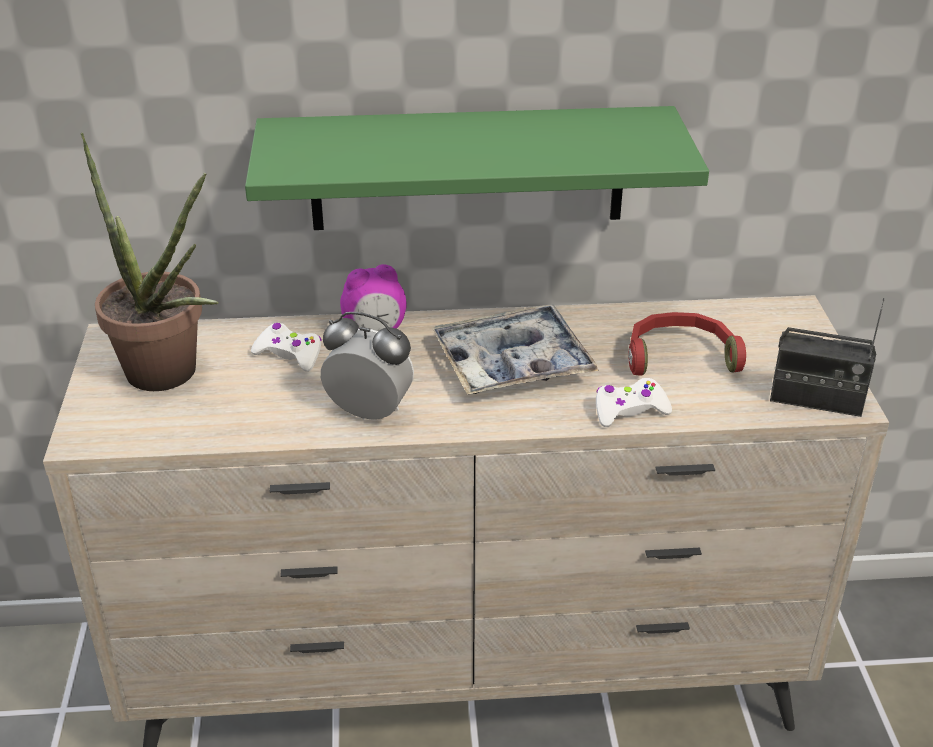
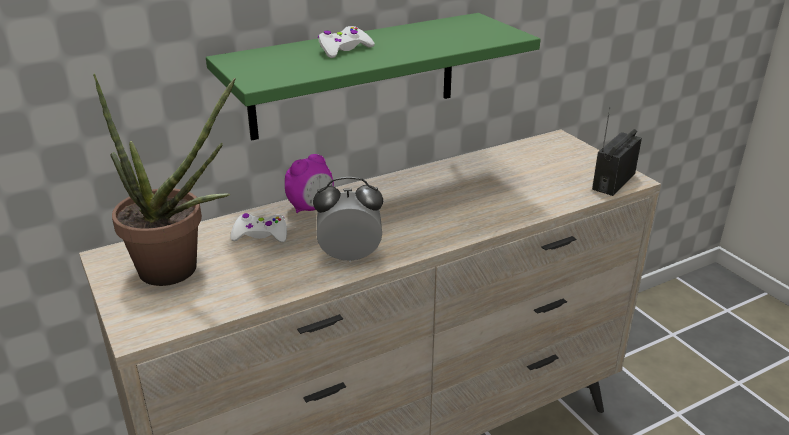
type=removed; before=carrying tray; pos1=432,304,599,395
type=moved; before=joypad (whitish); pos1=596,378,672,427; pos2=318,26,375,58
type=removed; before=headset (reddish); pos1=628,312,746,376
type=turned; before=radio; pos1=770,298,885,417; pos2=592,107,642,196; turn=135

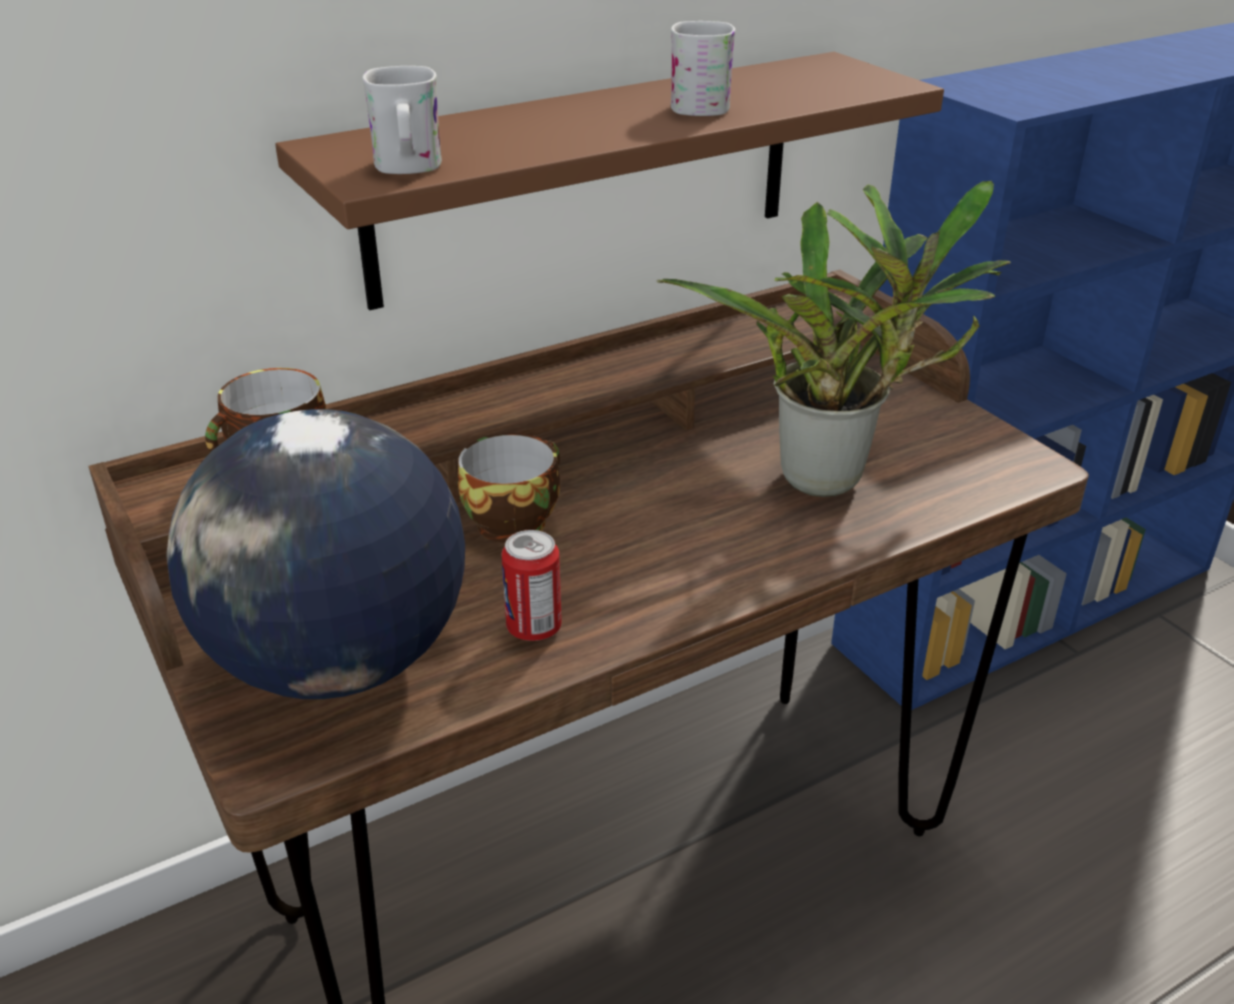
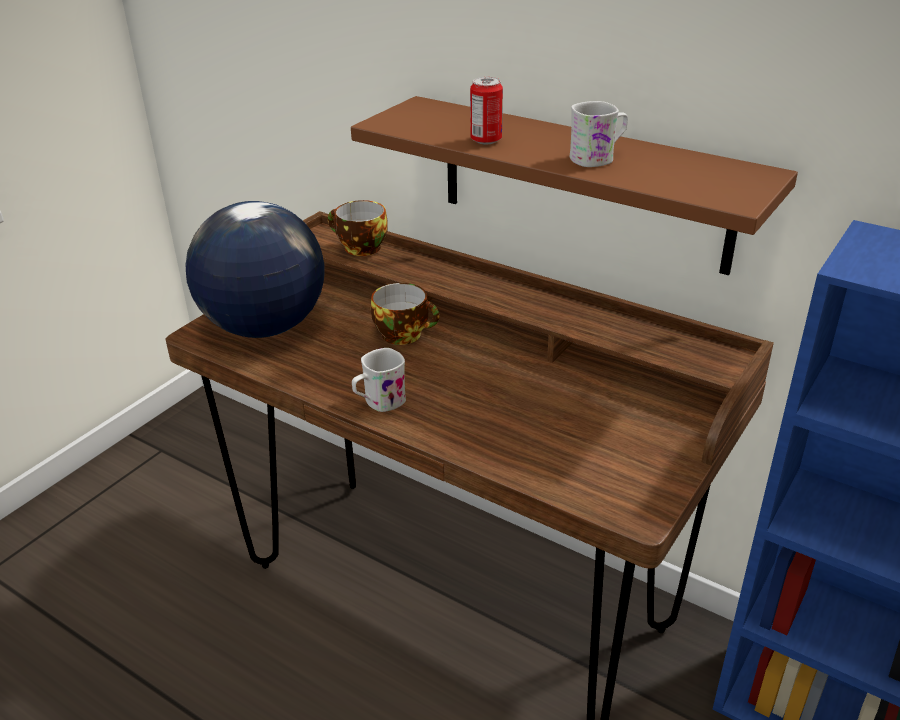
type=moved; before=mug (whitish); pos1=362,66,442,174; pos2=352,348,406,412
type=moved; before=can; pos1=502,530,562,641; pos2=470,77,503,144
type=removed; before=houseplant; pos1=657,181,1010,497

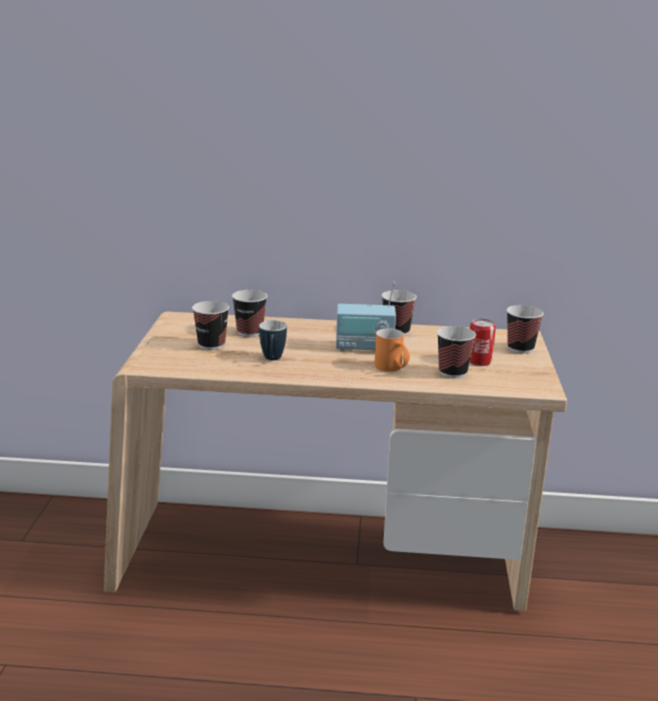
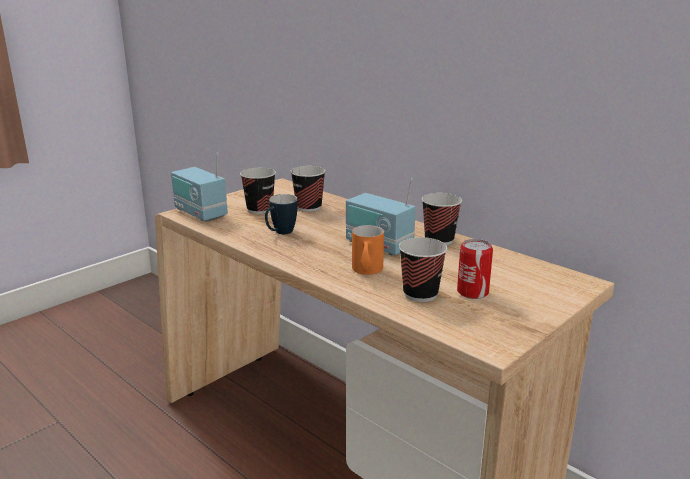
type=removed; before=small cup; pos1=507,305,544,354
type=added; after=radio; pos2=171,153,228,222

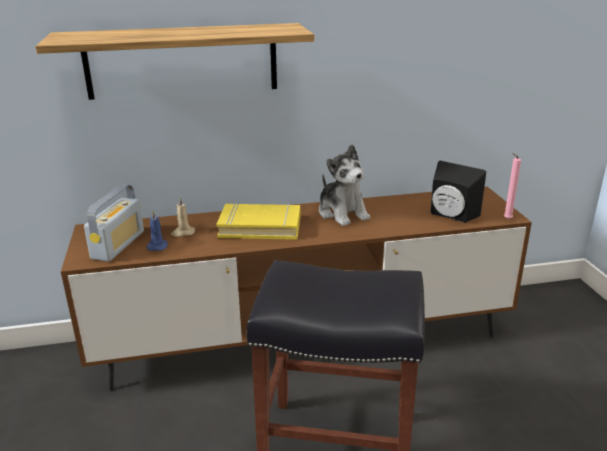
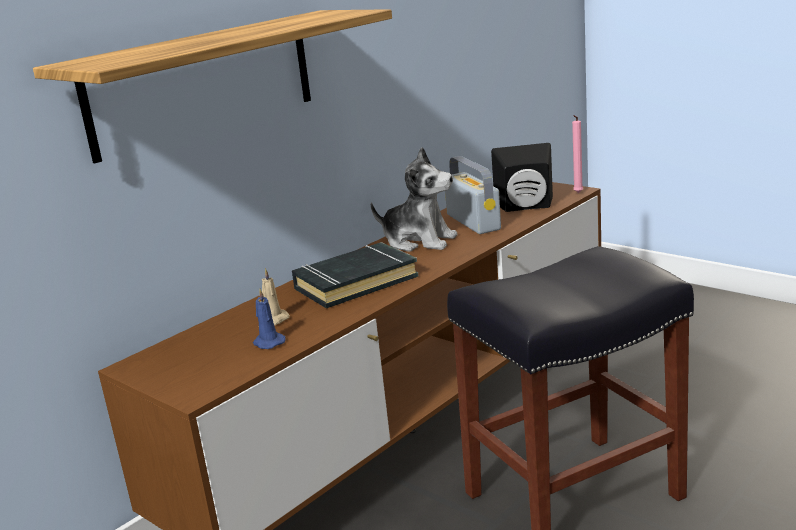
type=moved; before=radio; pos1=84,184,144,262; pos2=445,156,501,234
type=recoloured; before=book (yellowish); after=book (black); pos1=216,203,300,240; pos2=292,242,419,308

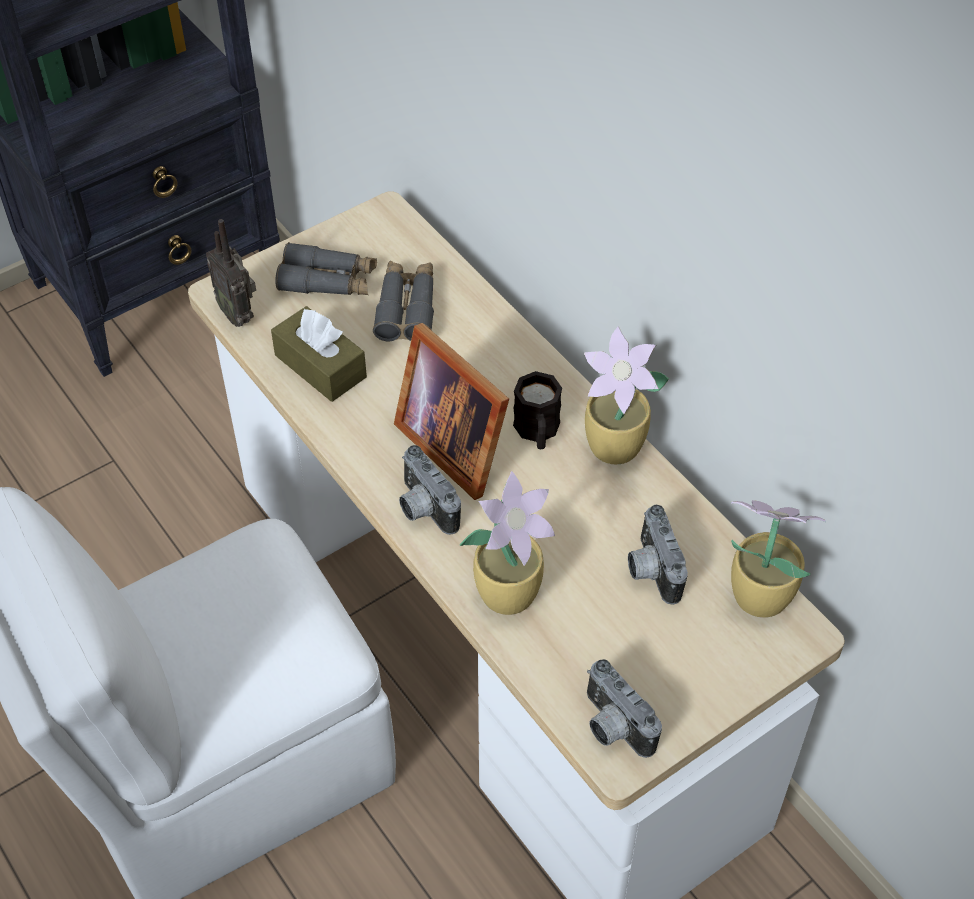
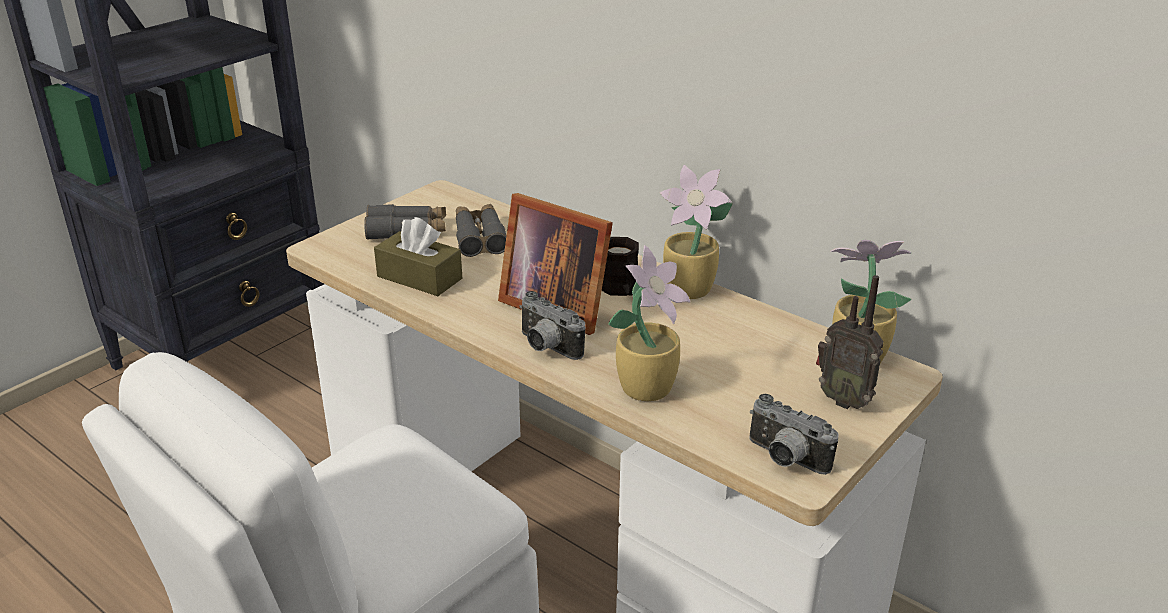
type=moved; before=radio; pos1=206,219,256,327; pos2=816,275,884,409
type=removed; before=photo camera; pos1=628,505,688,605

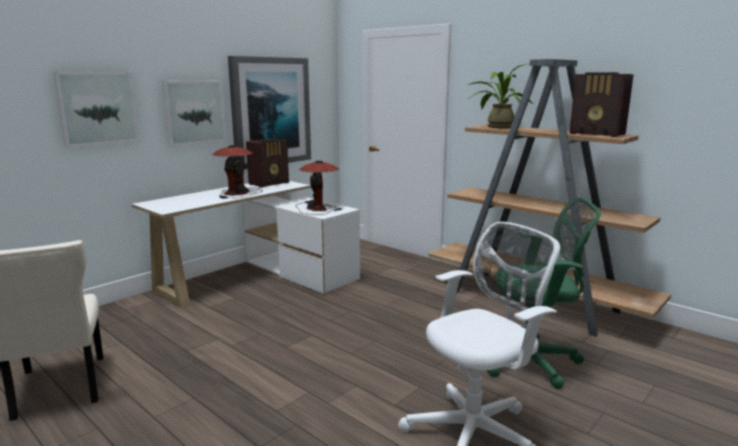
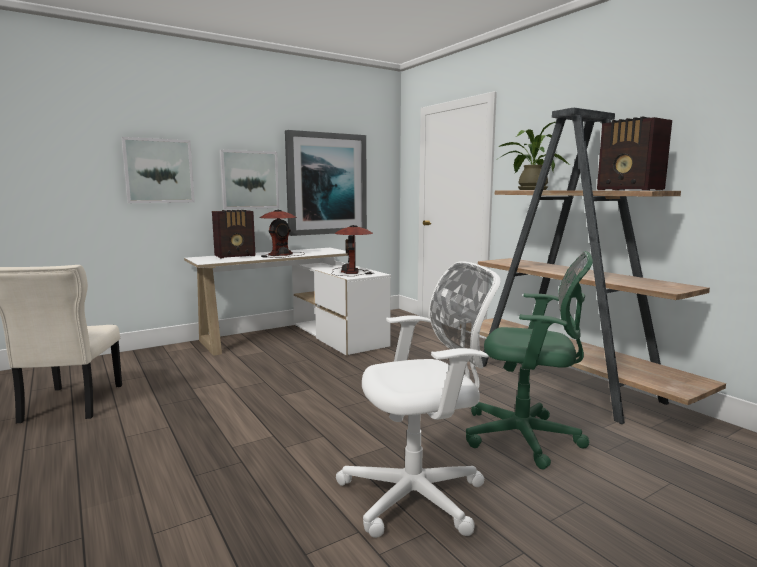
type=moved; before=radio; pos1=246,139,289,188; pos2=212,210,255,258

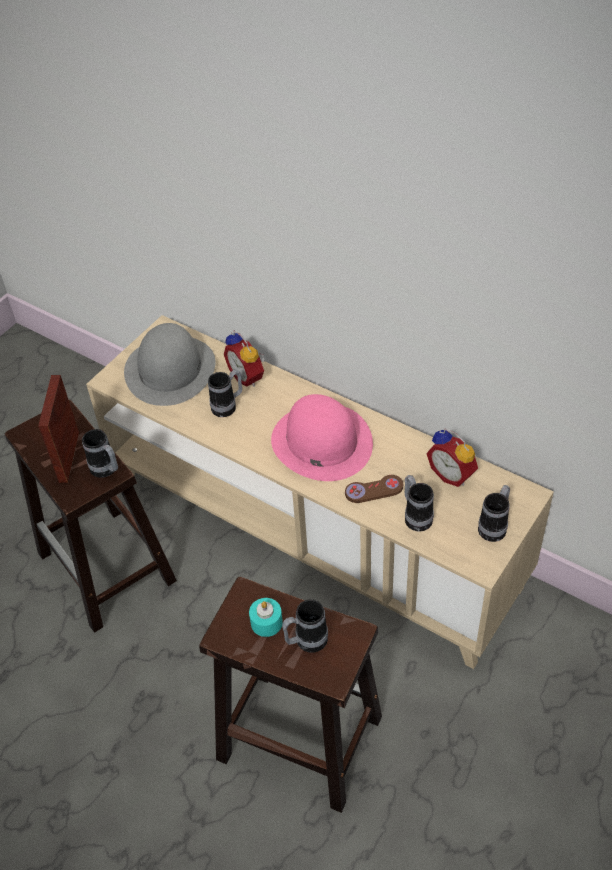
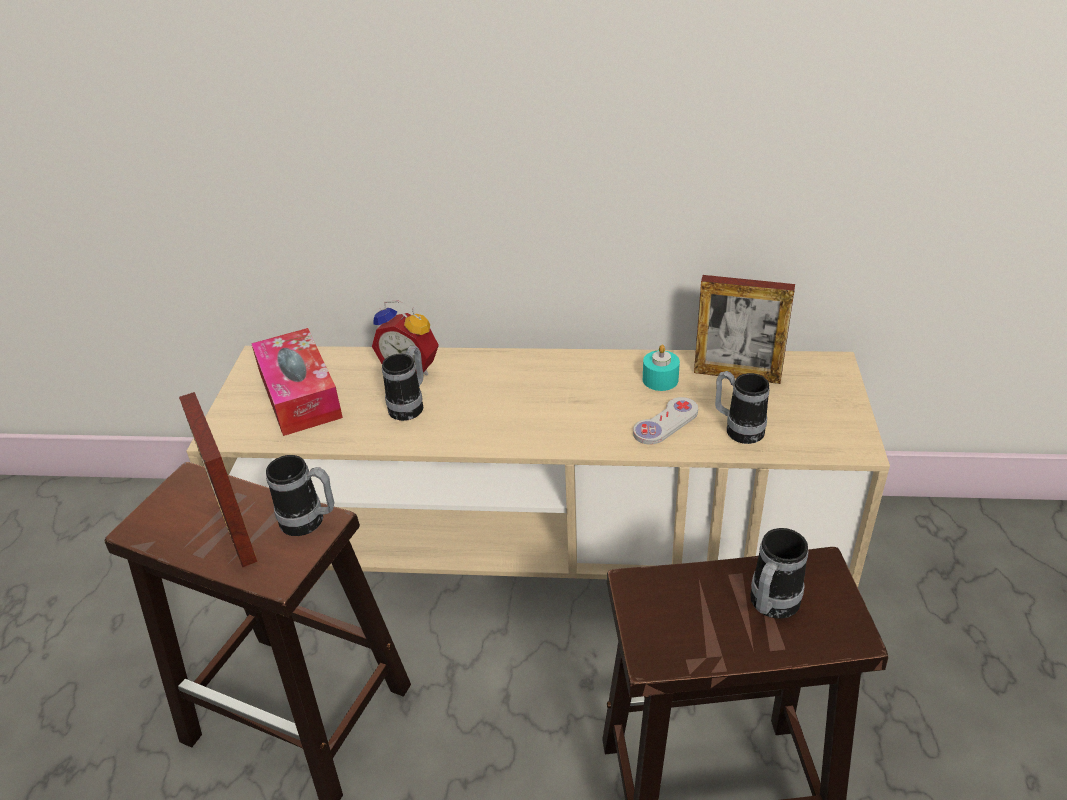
type=replaced; before=hat (greyish); after=box of tissues; pos1=124,323,215,406; pos2=251,328,343,436
type=moved; before=wax light (turquoise); pos1=249,598,283,637; pos2=643,345,680,391
type=removed; before=hat (pinkish); pos1=271,394,373,481
type=recoloured; before=joypad (brown-coloured); after=joypad (whitish); pos1=345,475,403,503; pos2=633,397,698,445
type=replaced; before=alarm clock; after=photo frame; pos1=426,428,478,487; pos2=694,275,795,384
type=removed; before=mug; pos1=478,485,510,542

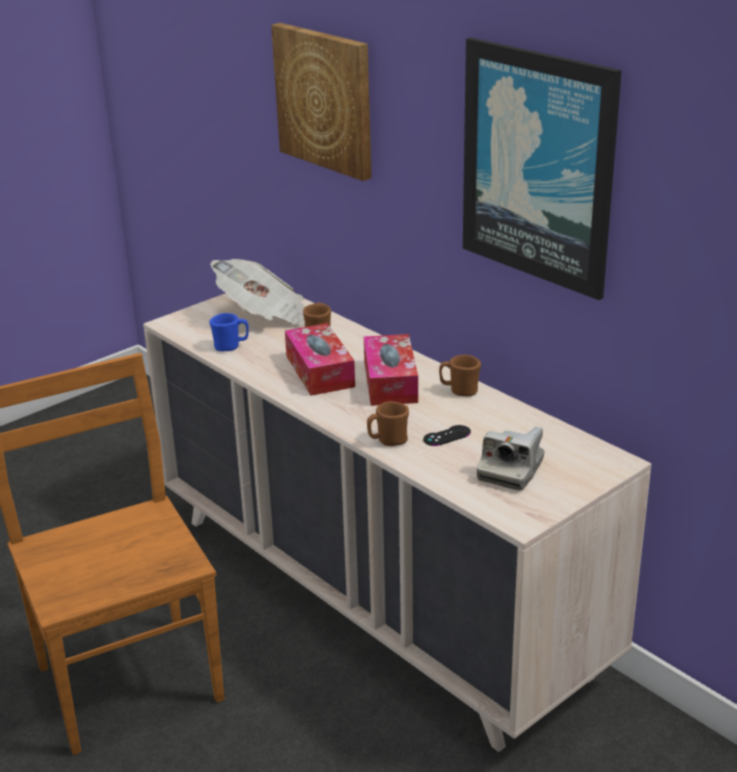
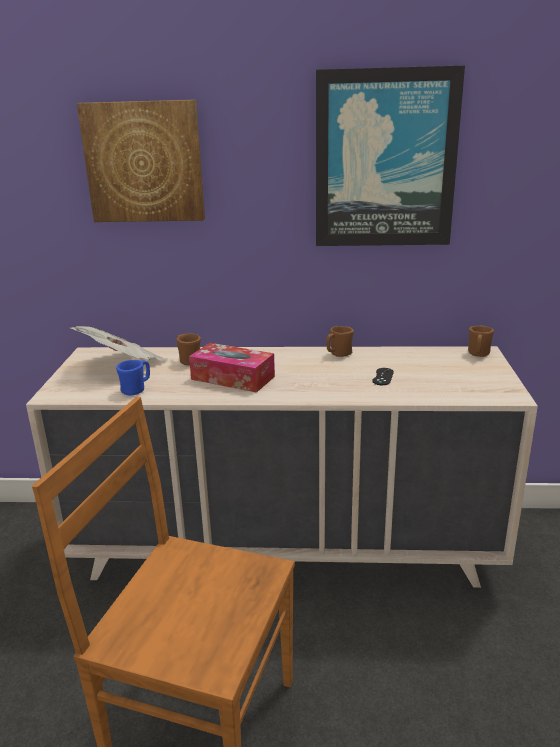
type=removed; before=box of tissues; pos1=364,334,418,406
type=moved; before=mug (brown-coloured); pos1=367,401,409,446; pos2=468,326,494,357
type=removed; before=photo camera; pos1=477,426,545,490

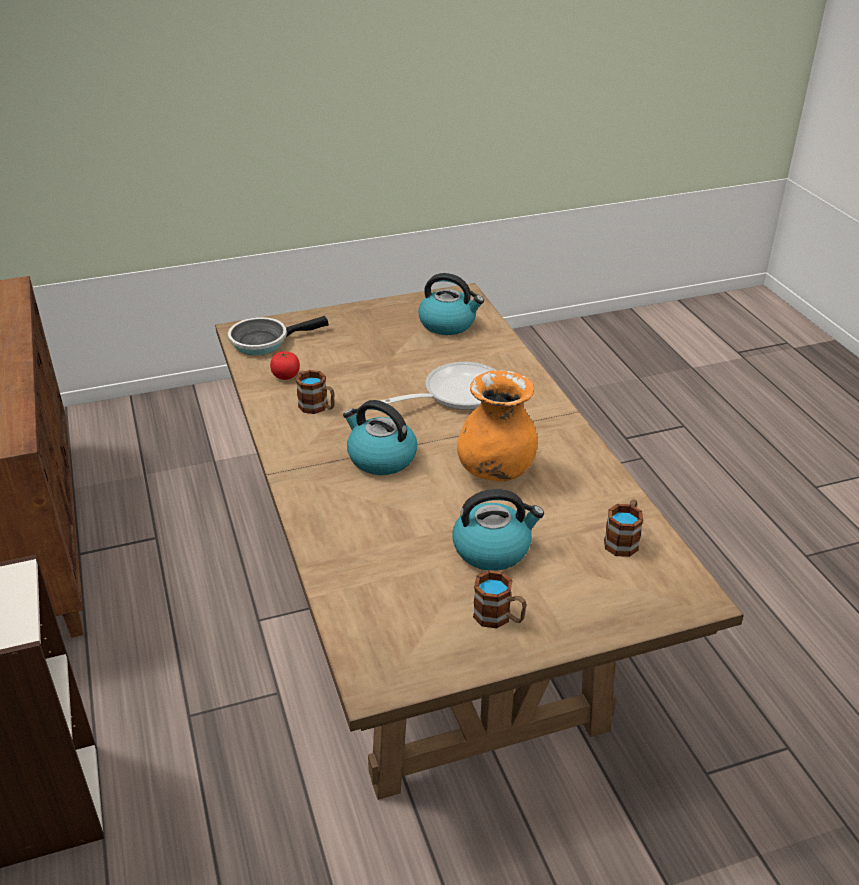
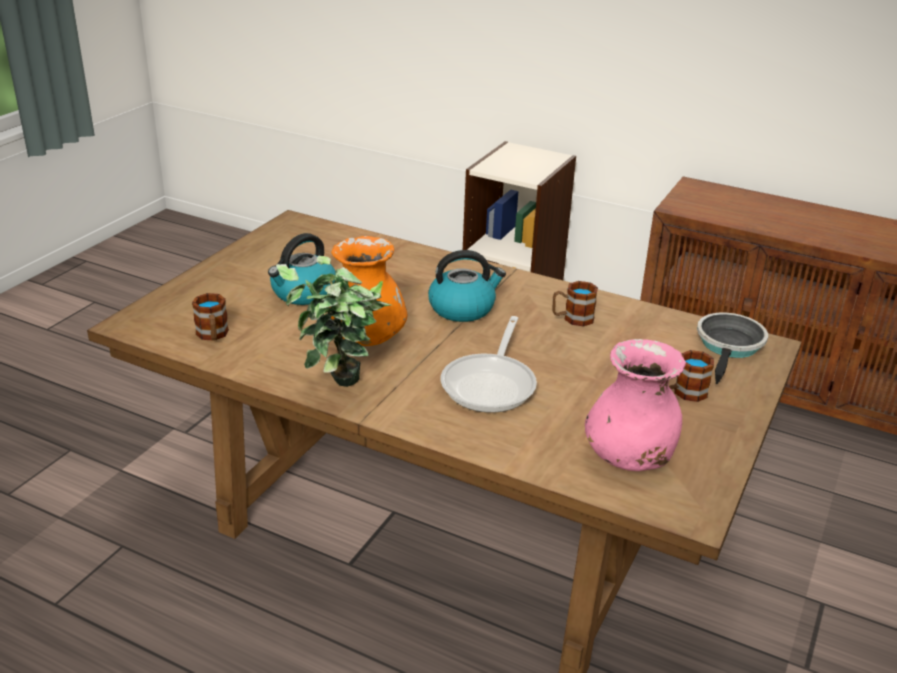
type=removed; before=fresh tomato; pos1=270,351,300,380
type=replaced; before=water kettle; after=vase (pinkish); pos1=418,273,484,335; pos2=585,339,686,471
type=moved; before=mug; pos1=473,570,527,628; pos2=669,350,714,402
type=added; after=houseplant; pos2=276,256,391,387

